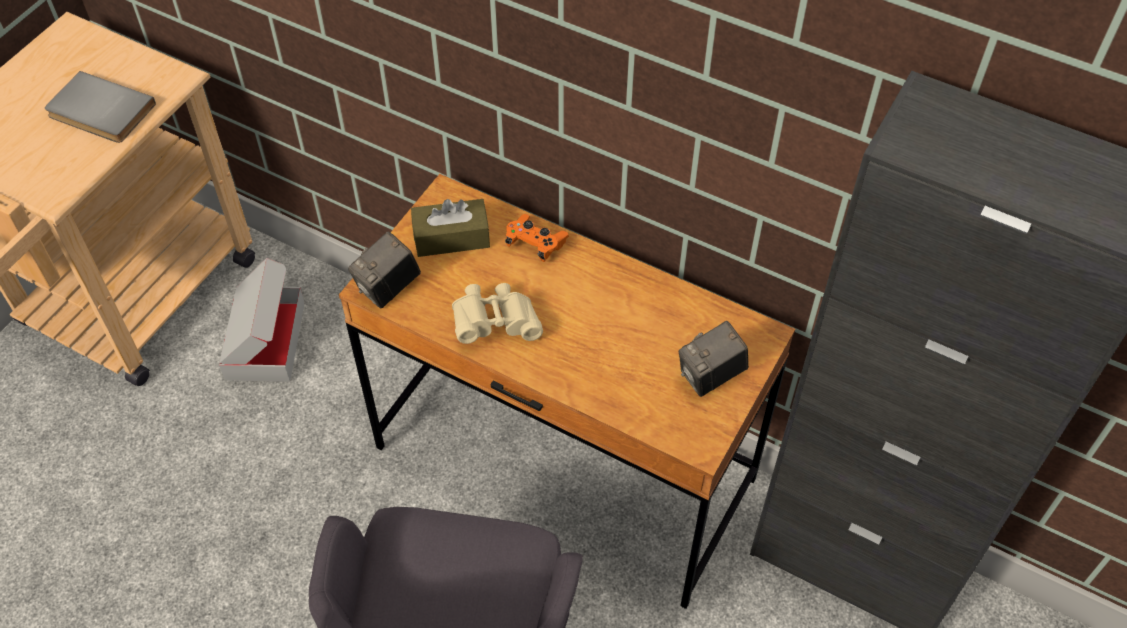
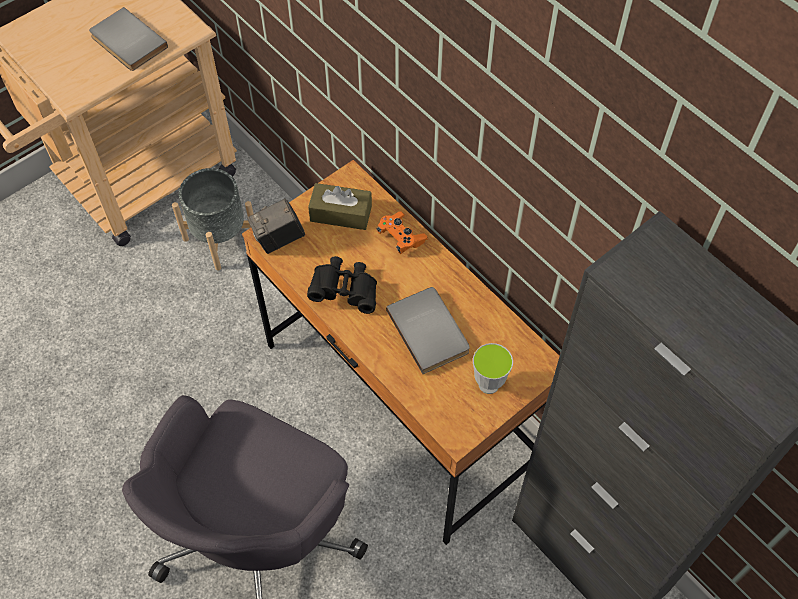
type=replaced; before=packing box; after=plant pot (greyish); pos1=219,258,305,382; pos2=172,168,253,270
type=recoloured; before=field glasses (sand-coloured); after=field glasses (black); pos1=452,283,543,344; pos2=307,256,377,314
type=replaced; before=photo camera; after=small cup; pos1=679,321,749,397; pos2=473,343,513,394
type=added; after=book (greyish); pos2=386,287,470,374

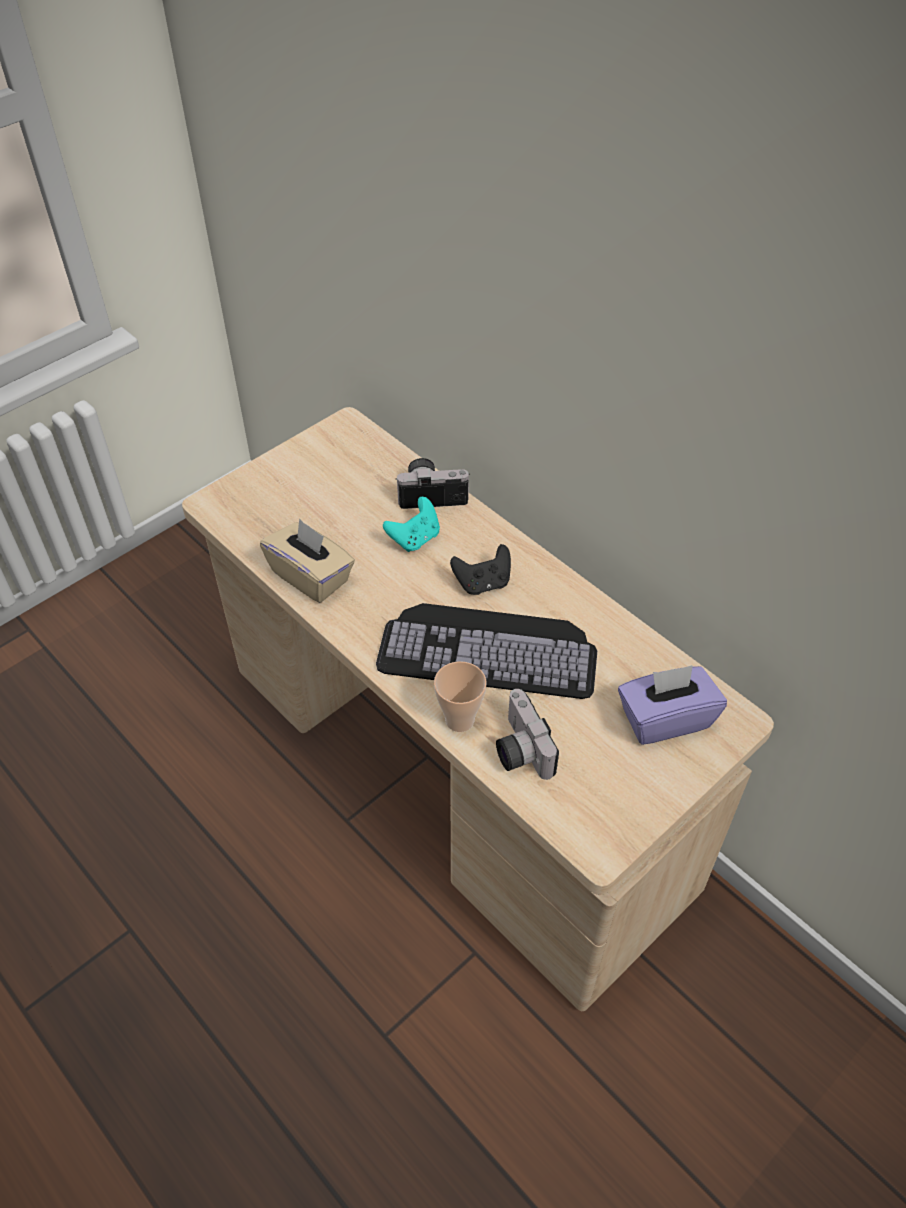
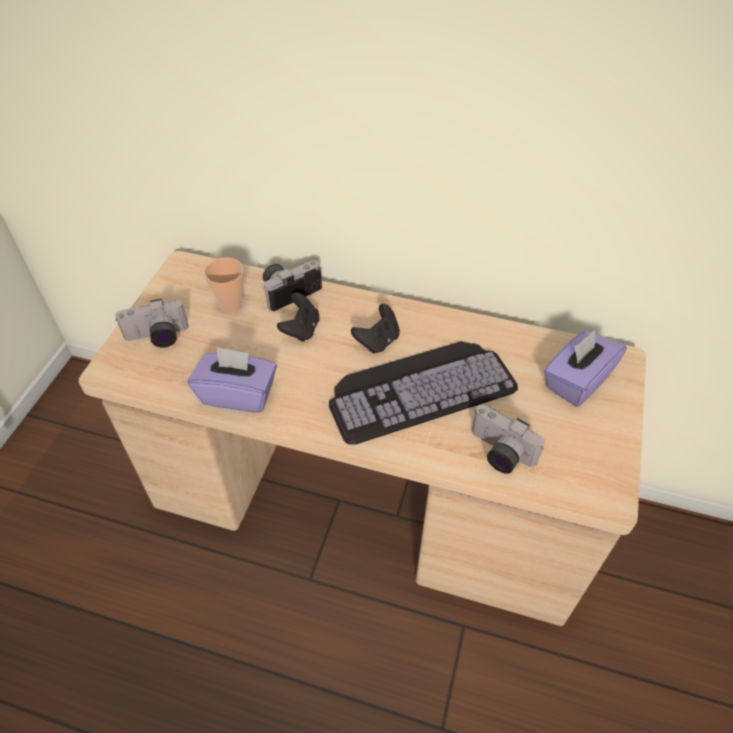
type=recoloured; before=box of tissues (sand-coloured); after=box of tissues (purple-coloured); pos1=260,518,355,603; pos2=188,346,277,413
type=recoloured; before=joypad (turquoise); after=joypad (black); pos1=383,497,440,552; pos2=277,292,320,342
type=moved; before=small cup; pos1=434,661,487,732; pos2=204,257,244,314
type=added; after=photo camera; pos2=115,299,189,348

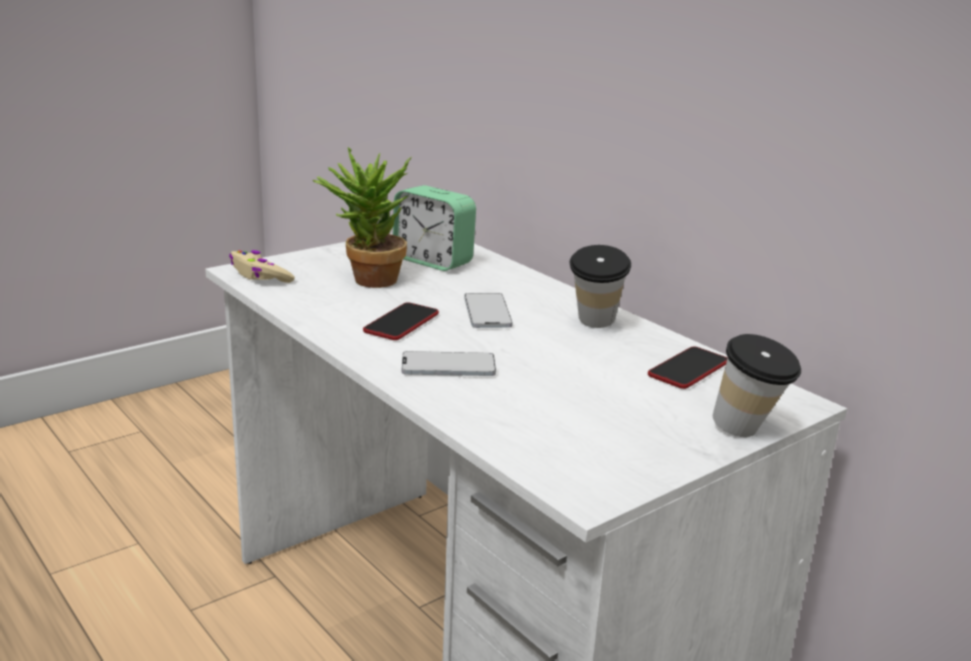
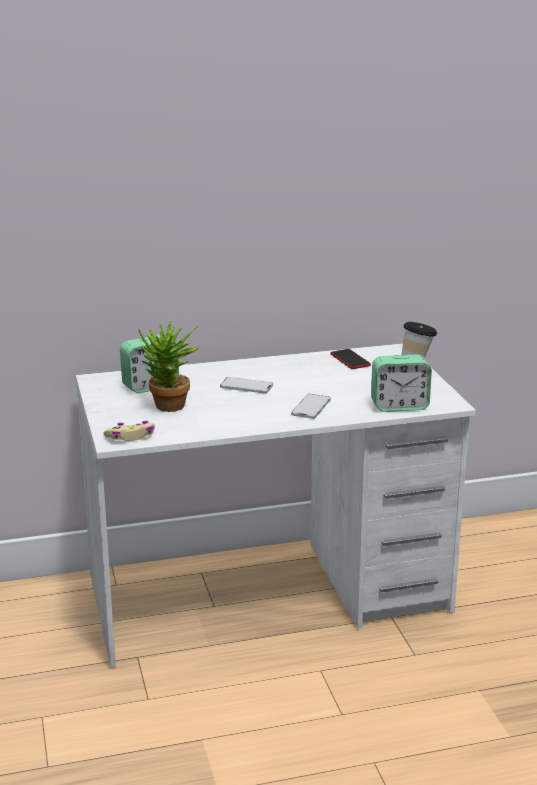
type=removed; before=telephone; pos1=363,302,439,340
type=removed; before=small cup; pos1=570,245,631,328
type=added; after=alarm clock; pos2=371,355,432,412

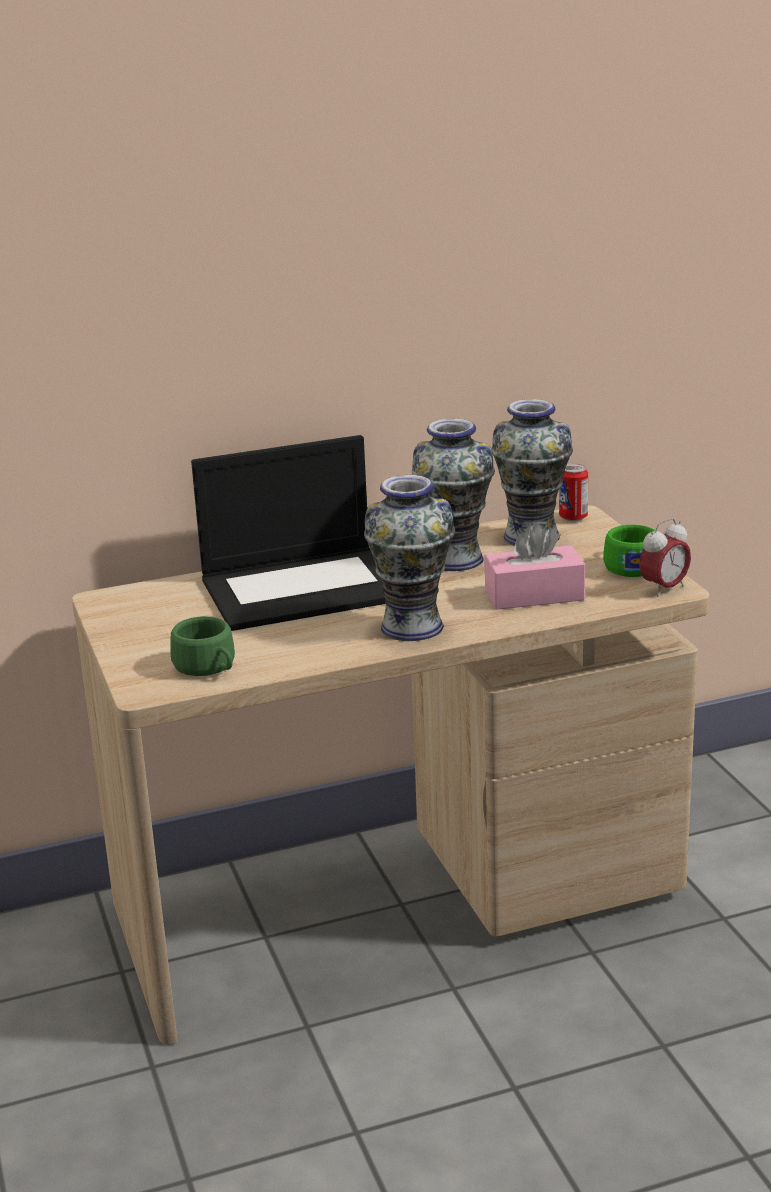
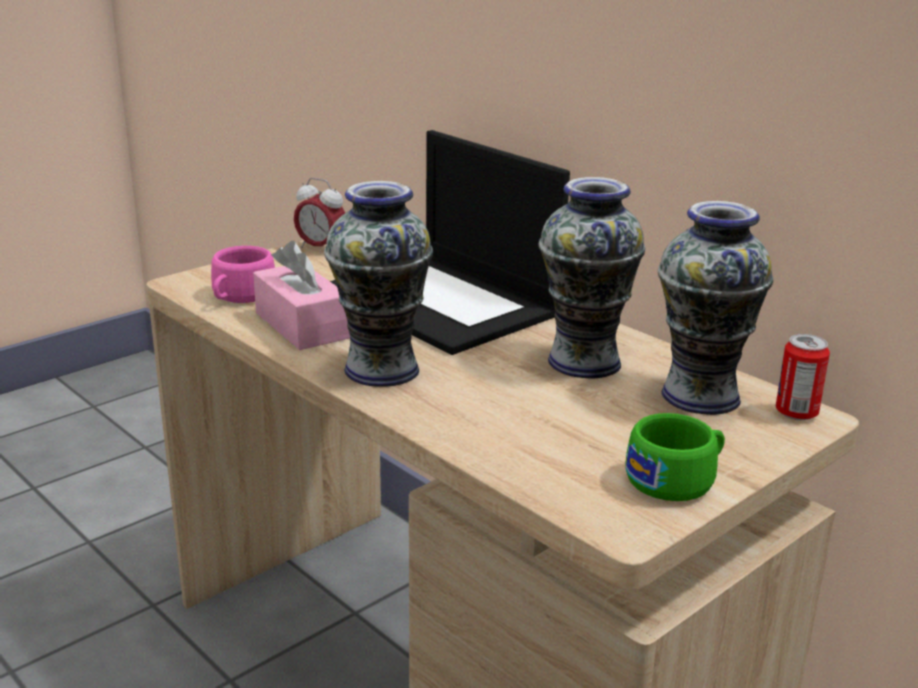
type=recoloured; before=small cup (greenish); after=small cup (pinkish); pos1=170,616,235,676; pos2=211,246,275,303
type=moved; before=box of tissues (pinkish); pos1=485,524,585,610; pos2=253,241,350,350
type=moved; before=alarm clock; pos1=639,518,691,597; pos2=294,178,345,248

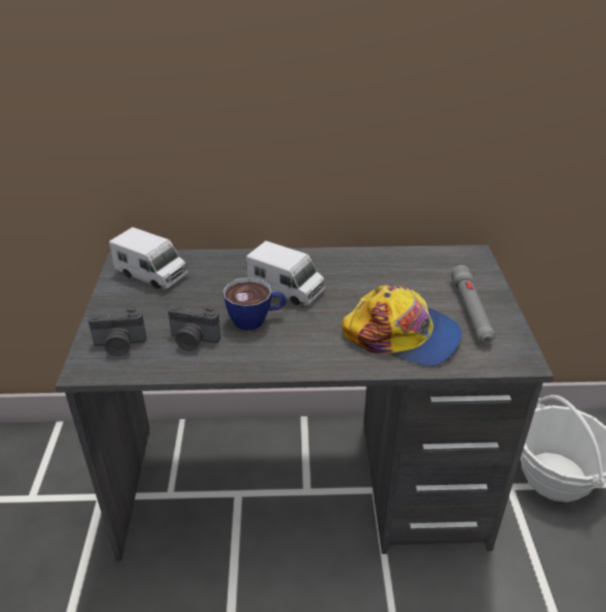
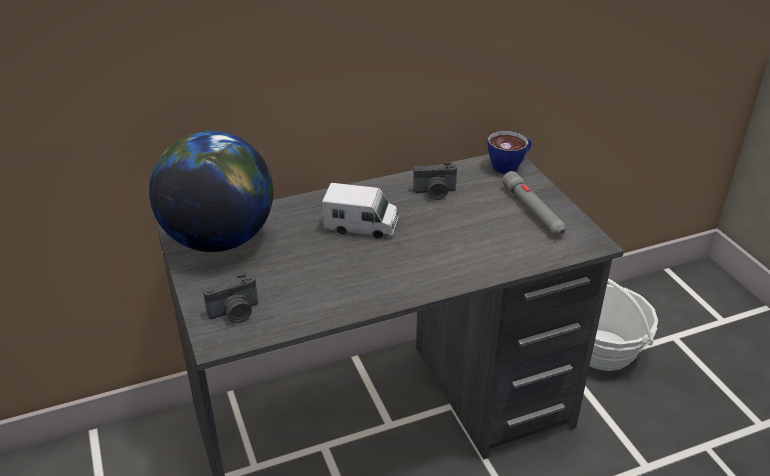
type=replaced; before=model truck; after=globe; pos1=109,227,188,289; pos2=149,131,273,252
type=moved; before=photo camera; pos1=168,305,221,351; pos2=413,162,457,200
type=moved; before=small cup; pos1=223,277,287,331; pos2=488,131,532,174
type=removed; before=cap; pos1=342,285,462,367

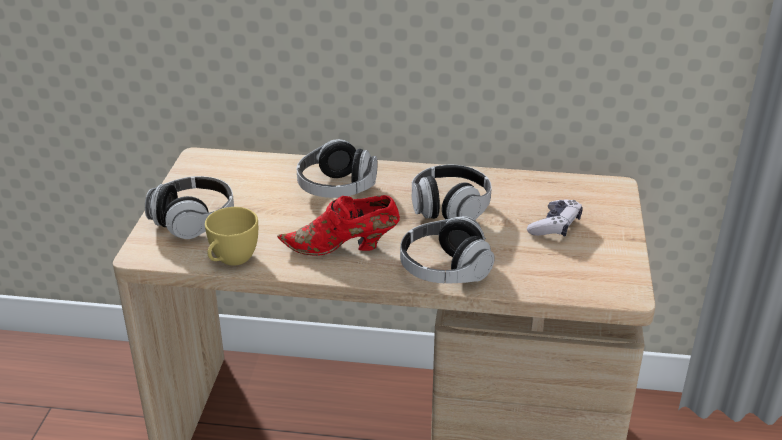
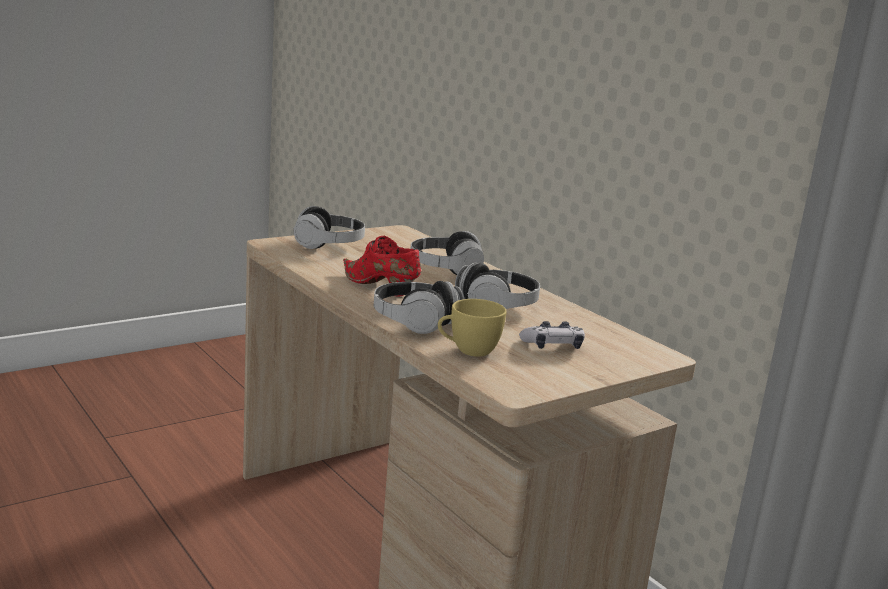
type=moved; before=small cup (yellowish); pos1=205,207,258,266; pos2=438,299,507,357

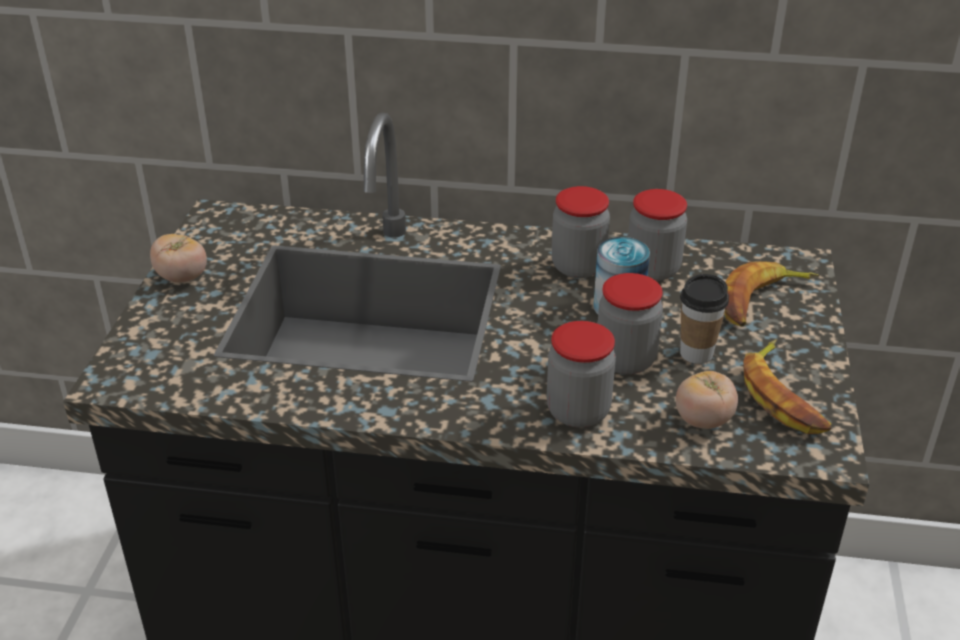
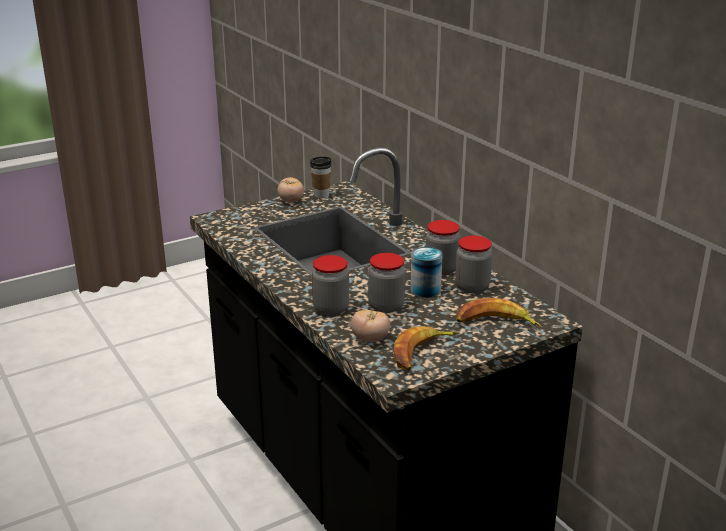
type=moved; before=small cup; pos1=680,274,729,364; pos2=310,157,332,198

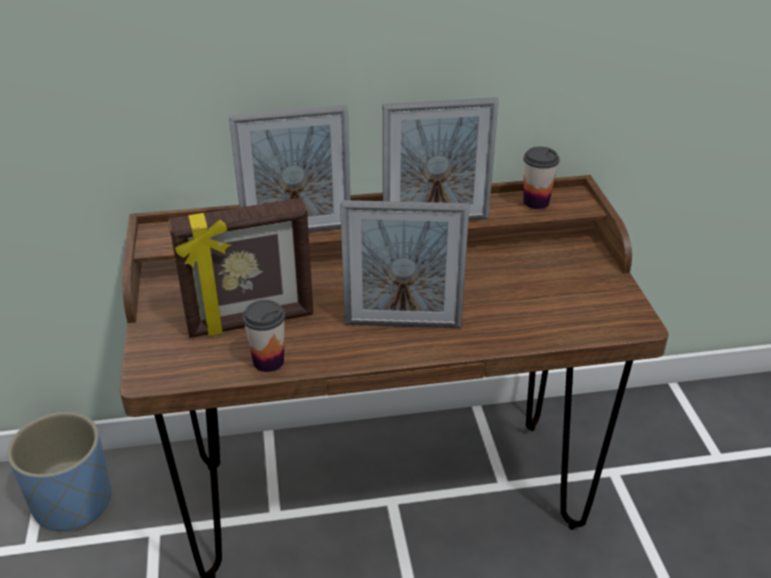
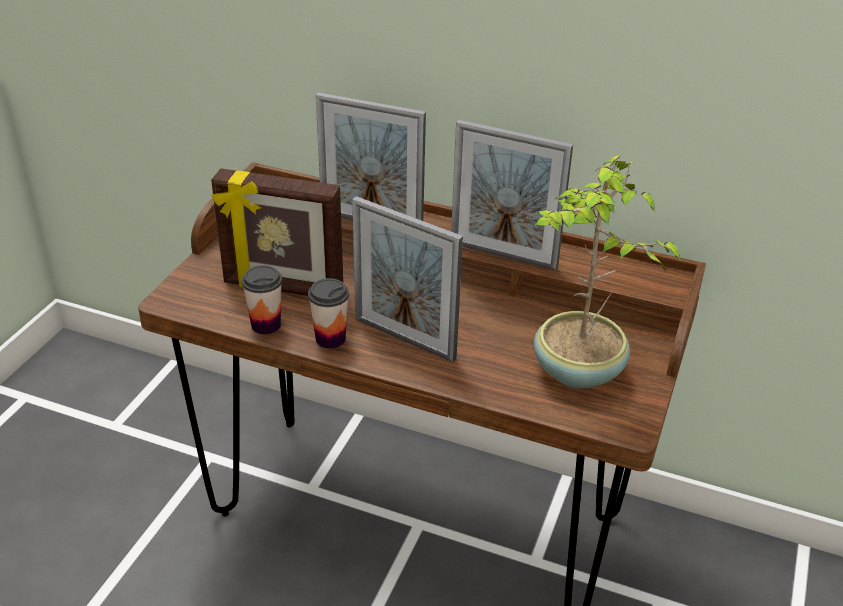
type=removed; before=plant pot (bluish); pos1=7,412,112,531
type=moved; before=small cup; pos1=523,147,560,209; pos2=308,278,349,349
type=added; after=houseplant; pos2=534,155,681,388

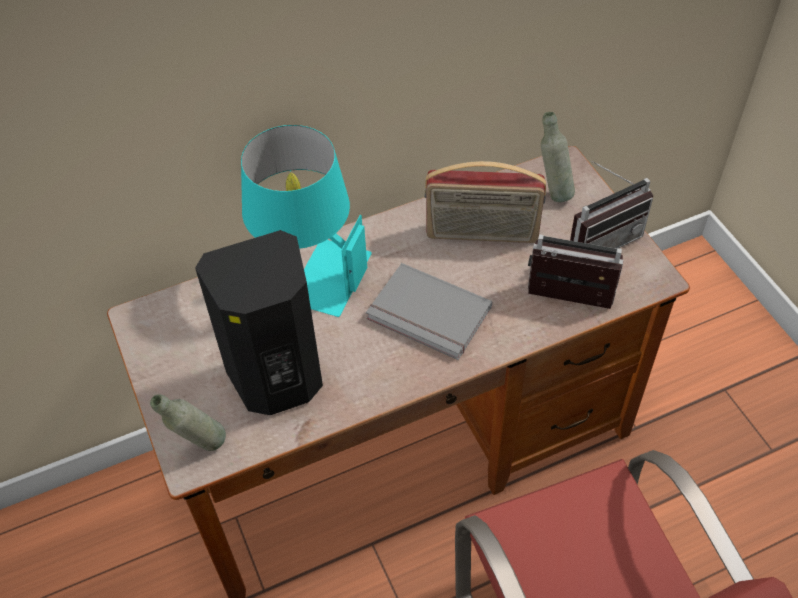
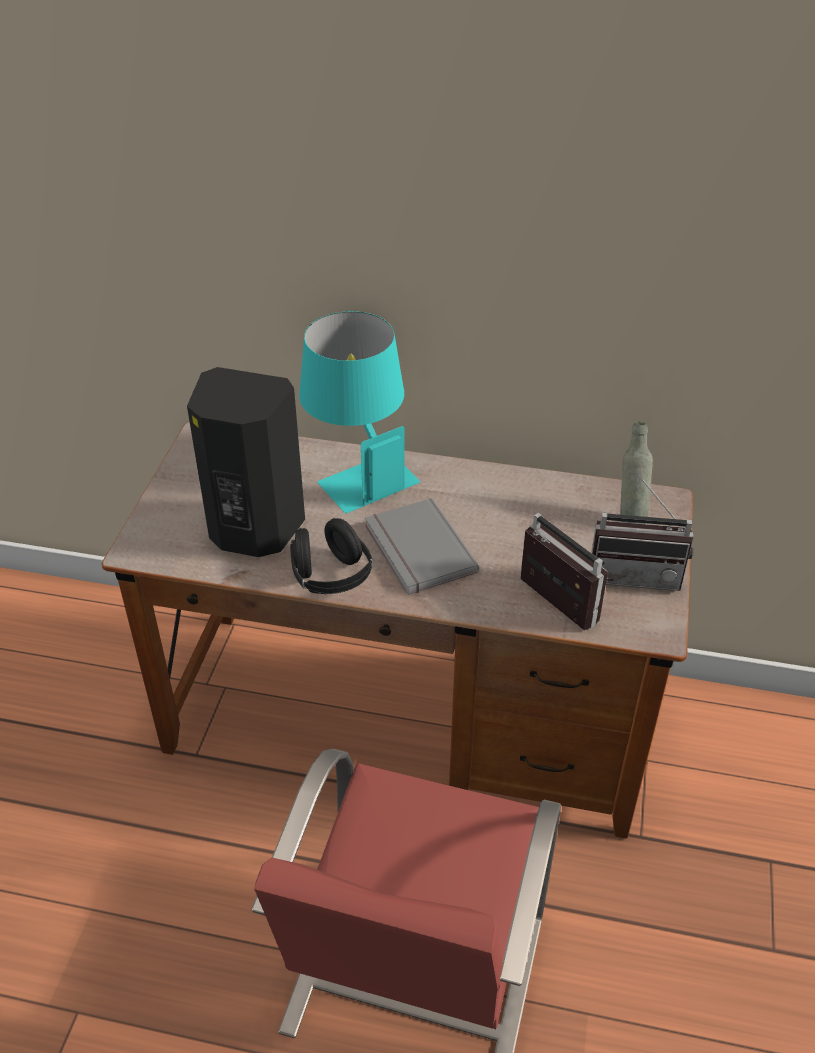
type=removed; before=bottle (greyish); pos1=150,395,226,451
type=removed; before=radio; pos1=425,161,546,243
type=added; after=headset (black); pos2=290,518,373,594

